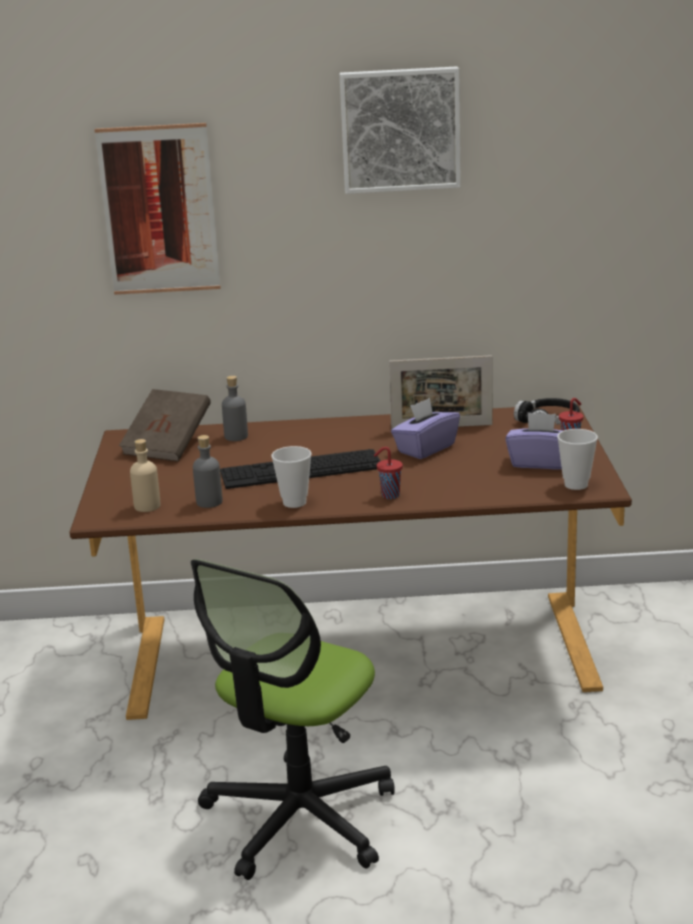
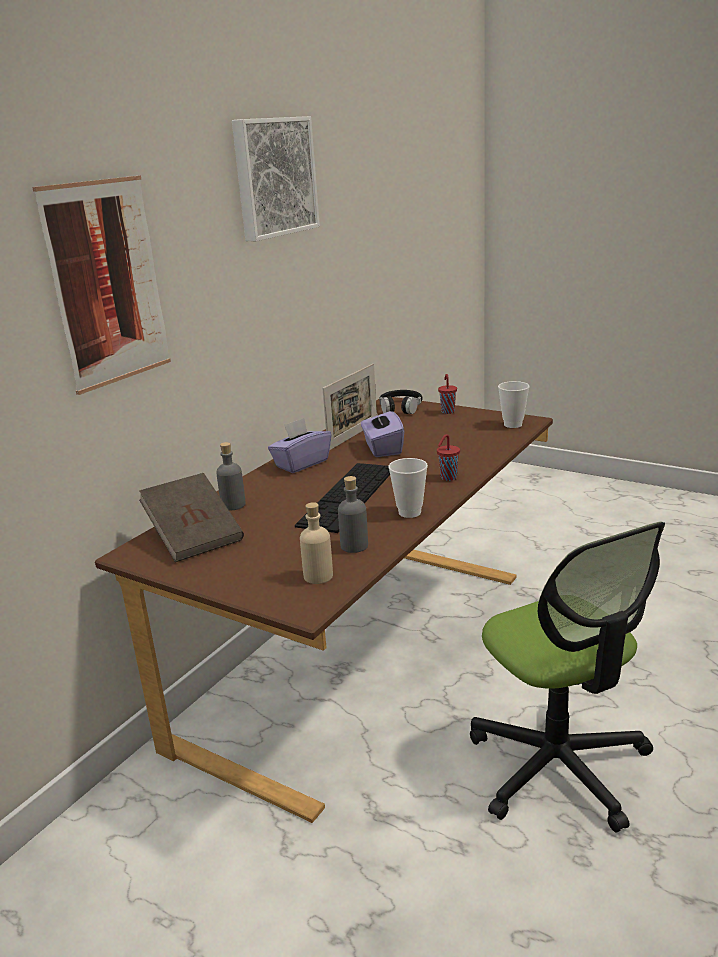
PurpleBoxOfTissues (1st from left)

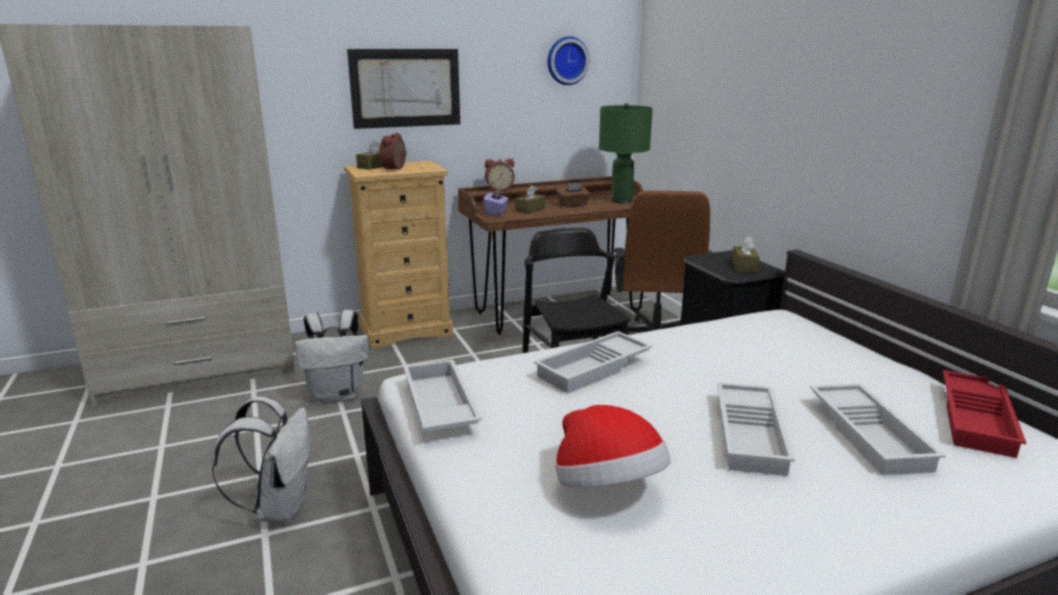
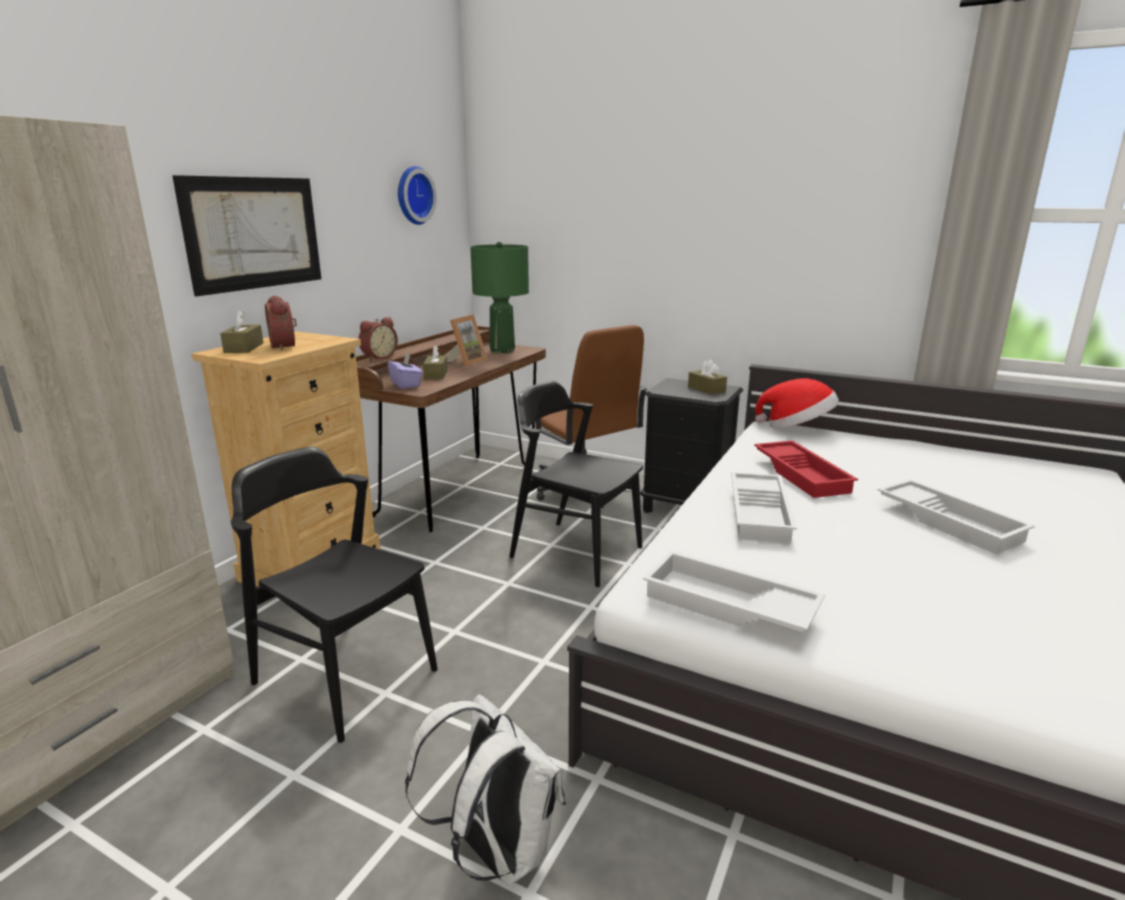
WhiteColouredTray (4th from left in the first image)
WearableHat
ReddishTray
BlackishChair (1st from left)
PhotoFrame

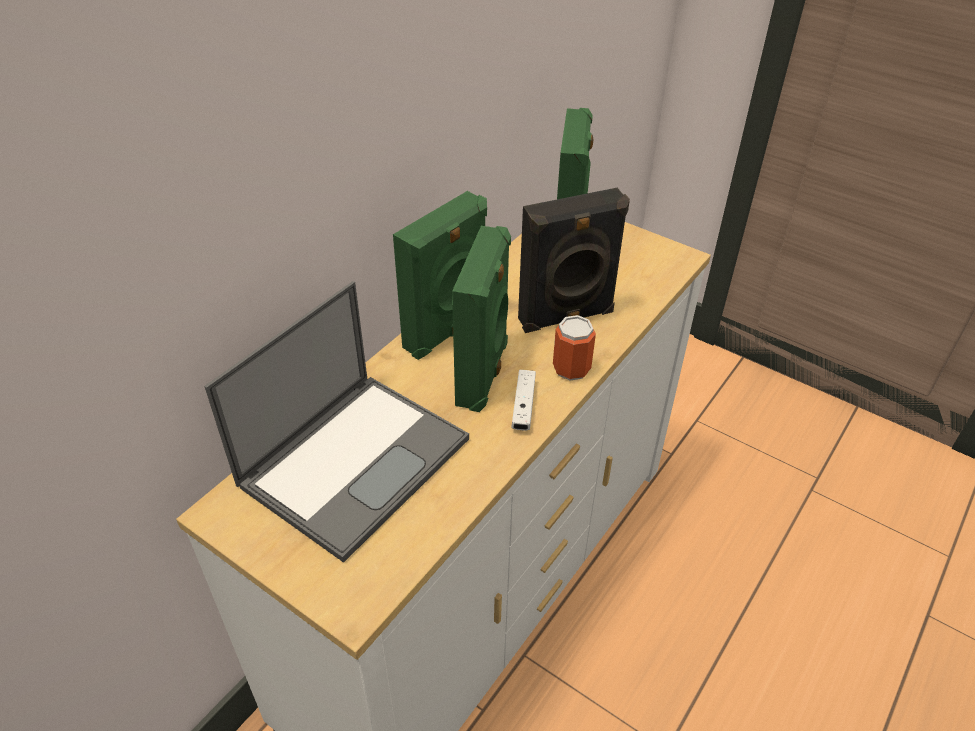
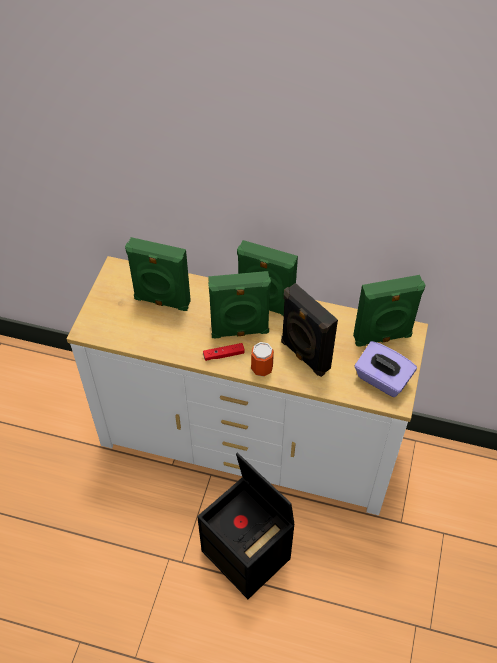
BlackishStorageBin
PurpleBoxOfTissues
GreenishLoudspeaker (1st from left)
ReddishGamepad

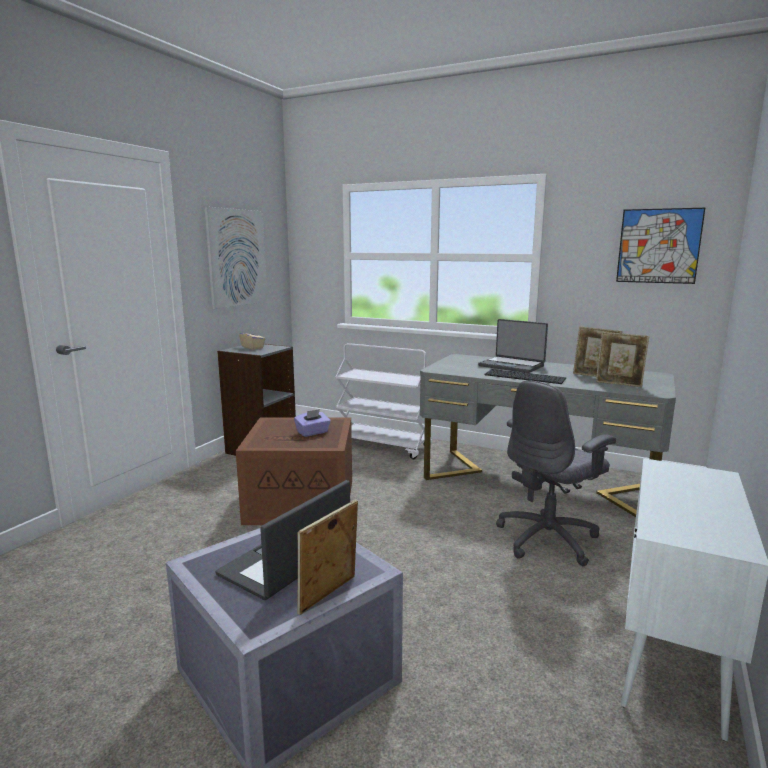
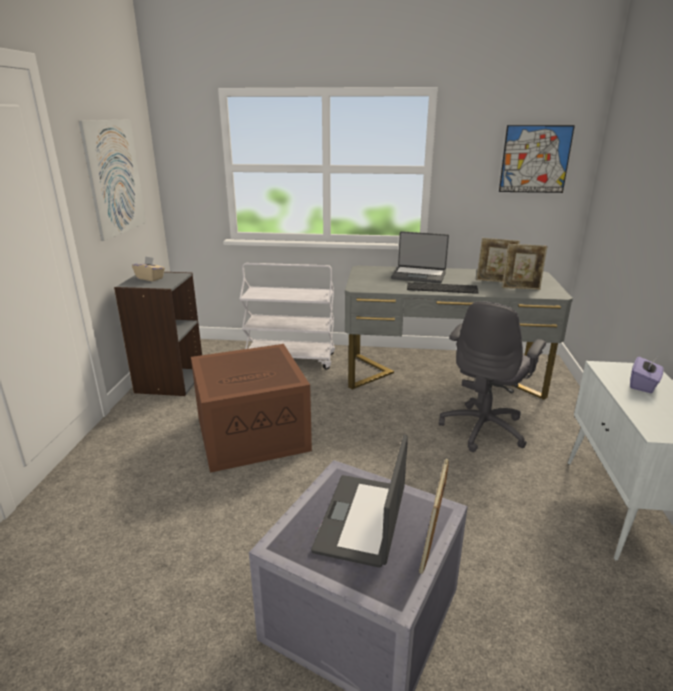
PurpleBoxOfTissues

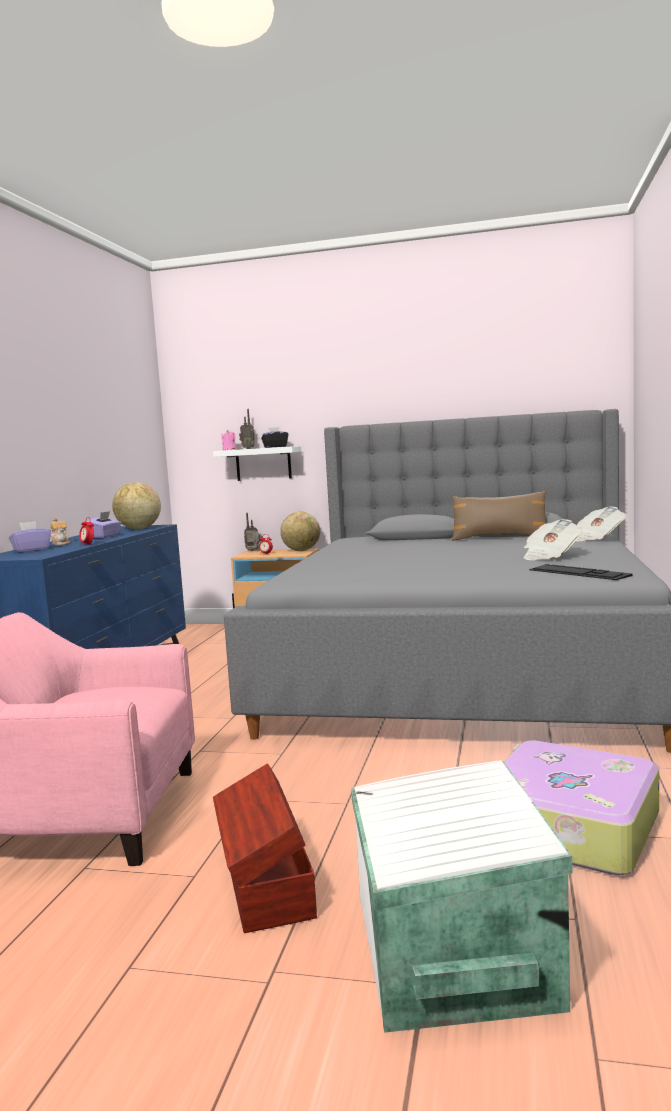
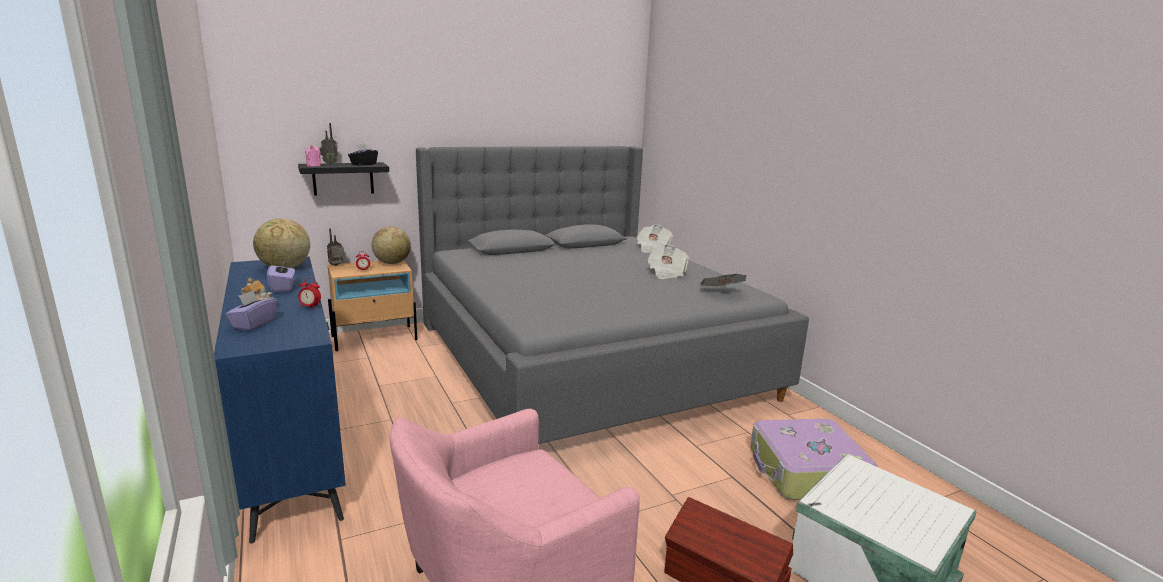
BrownCushion
DailyPaper (3rd from left)
BlackishWallShelf

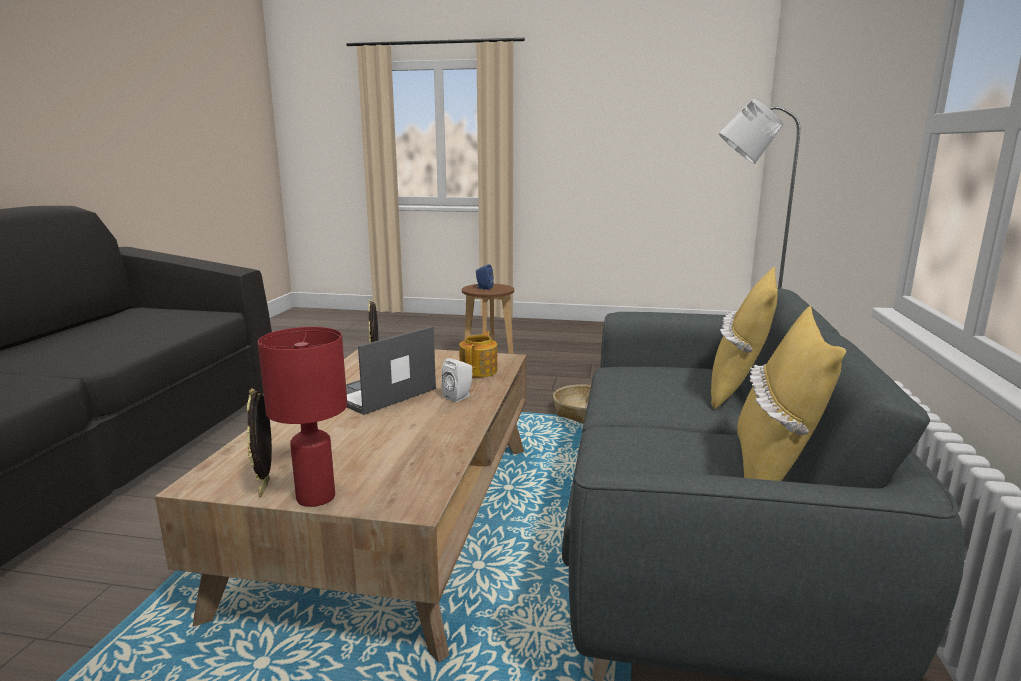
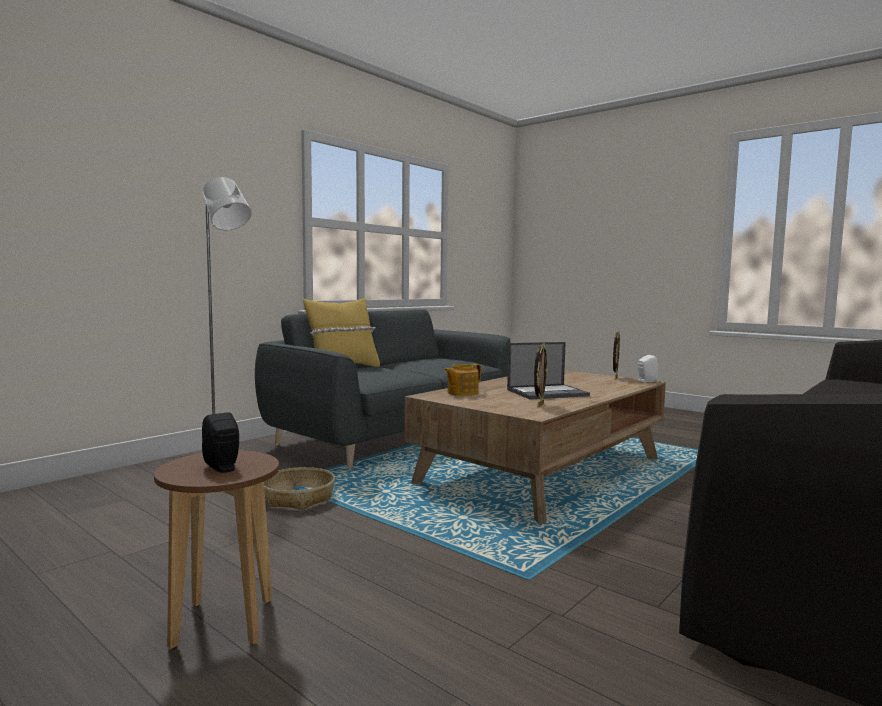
ReddishTabletopLamp
YellowishCushion (2nd from left in the first image)
WhiteColouredLoudspeaker
BlackishLoudspeaker

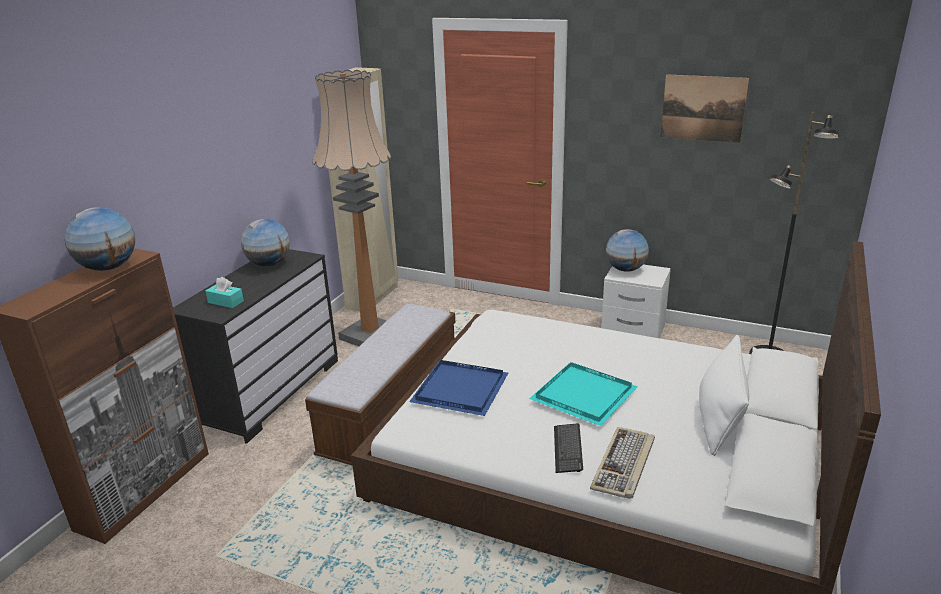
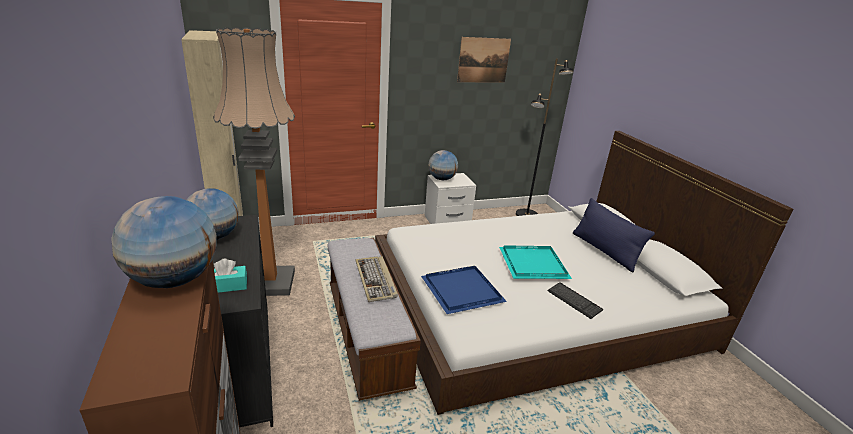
PcKeyboard (1st from left)
BlueColouredCushion

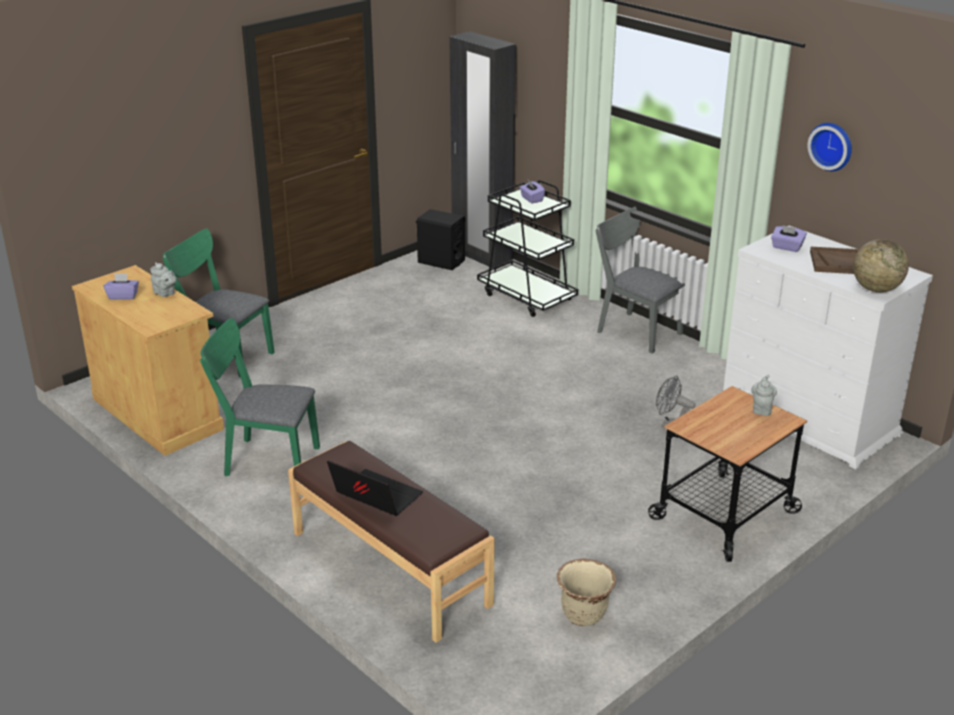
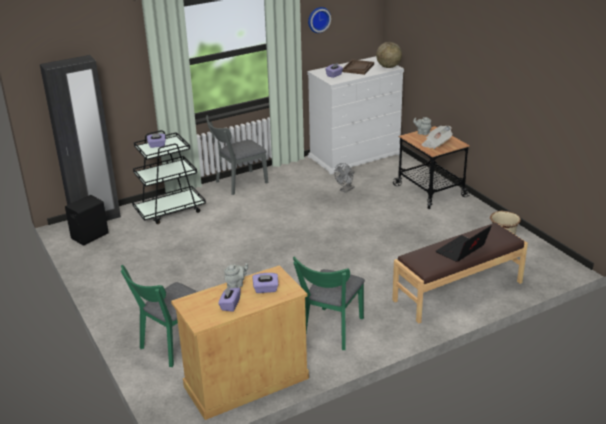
PurpleBoxOfTissues (3rd from left)
DailyPaper

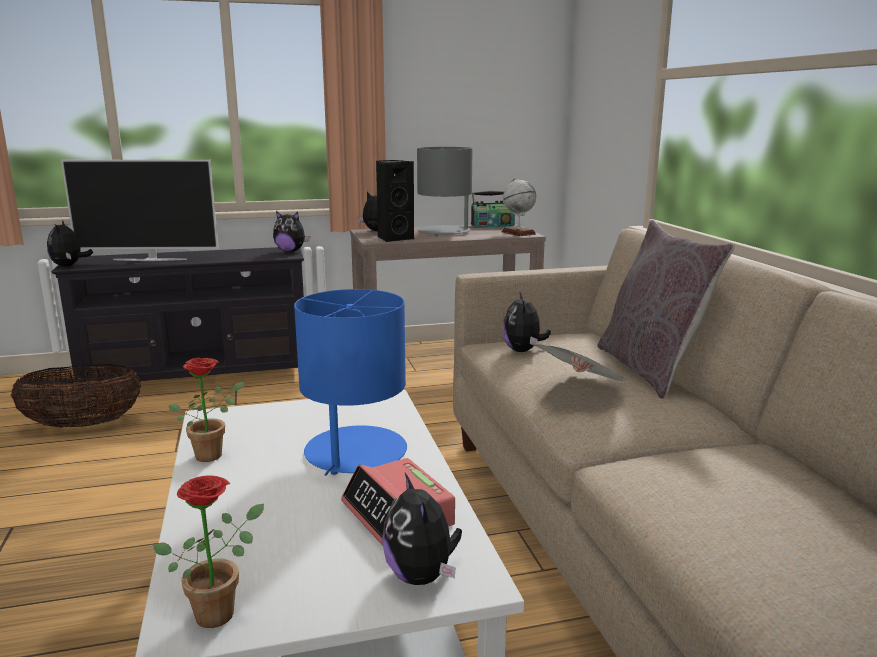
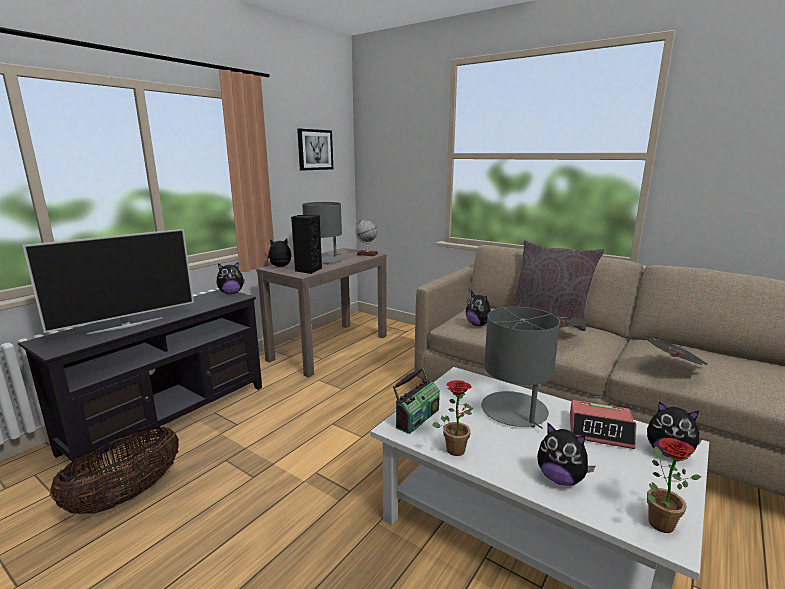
WallArt
DailyPaper (2nd from left)
PlushToy (4th from left)
RadioReceiver
GrayTabletopLamp (2nd from left)

